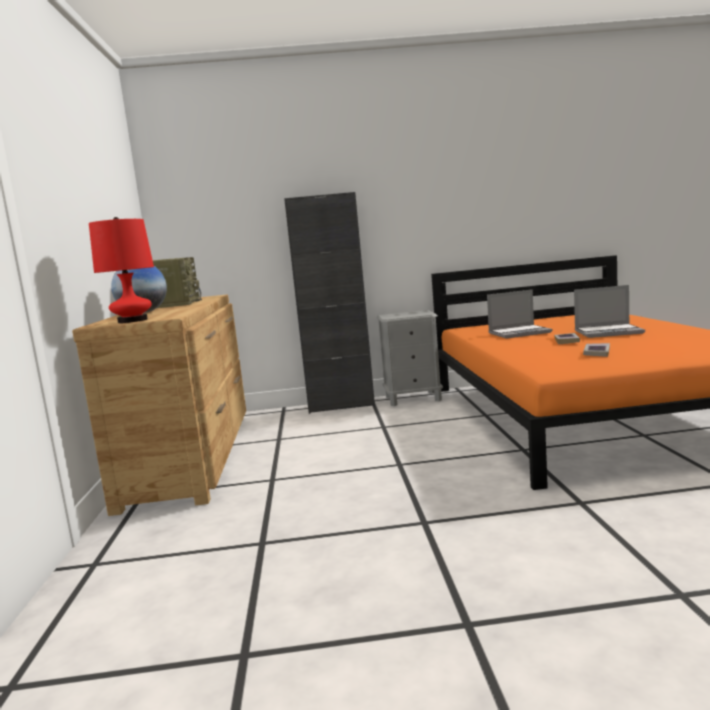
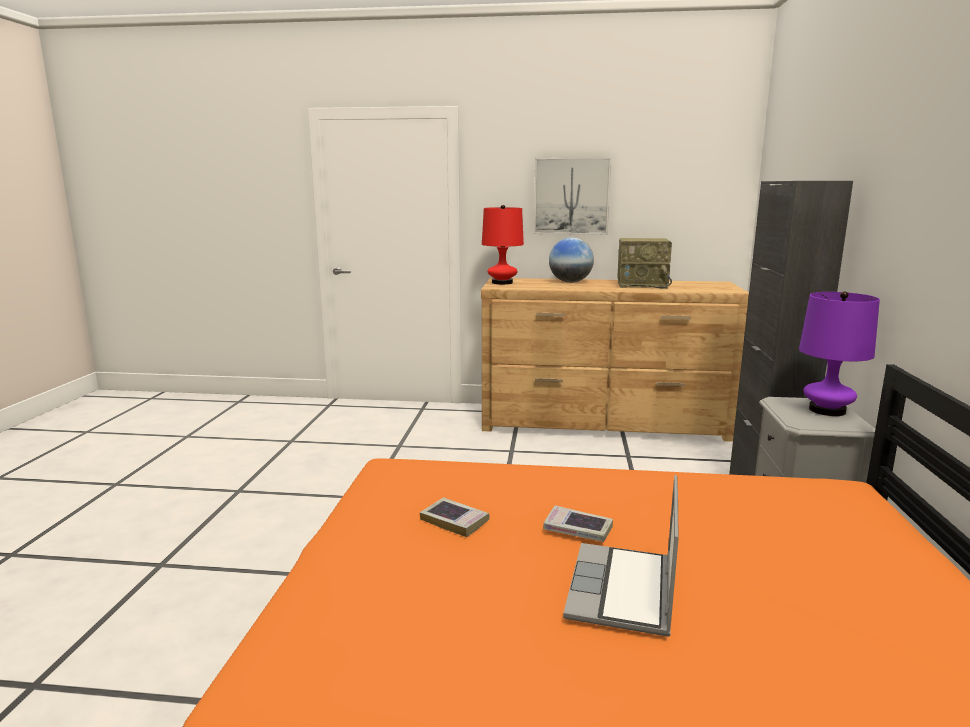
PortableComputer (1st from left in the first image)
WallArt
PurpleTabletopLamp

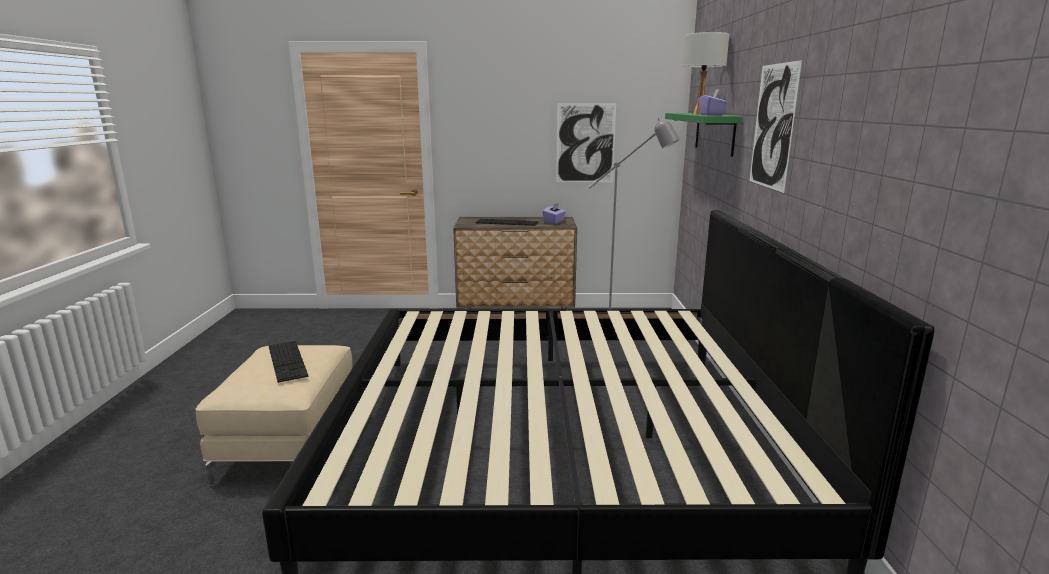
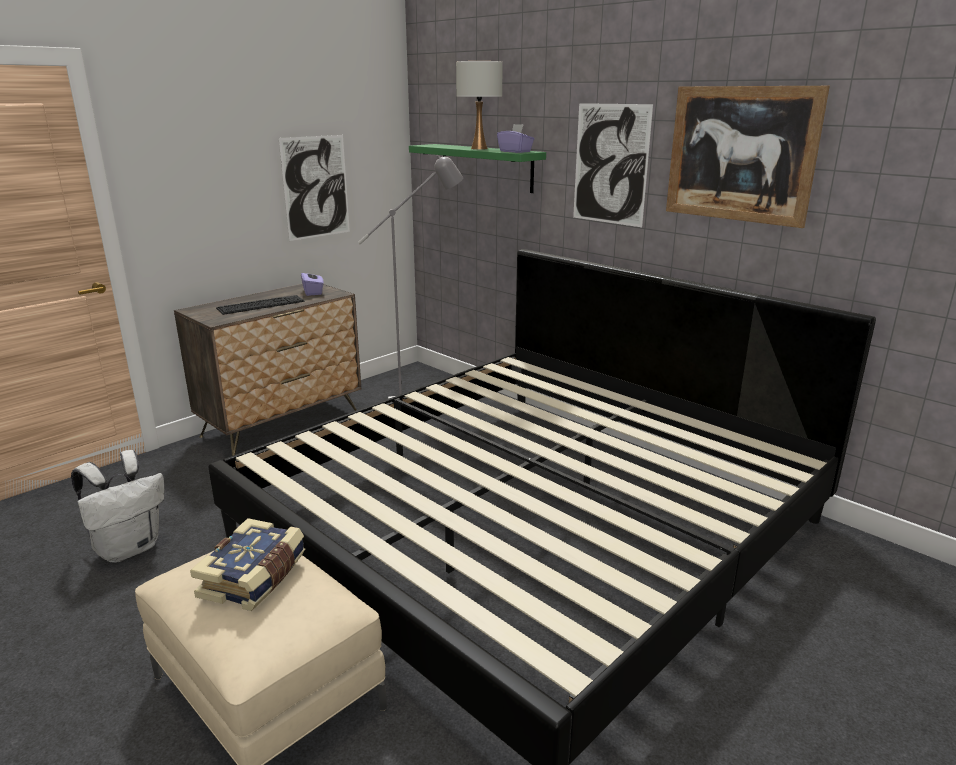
WhiteColouredBackpack
WallArt (3rd from left)
Volume

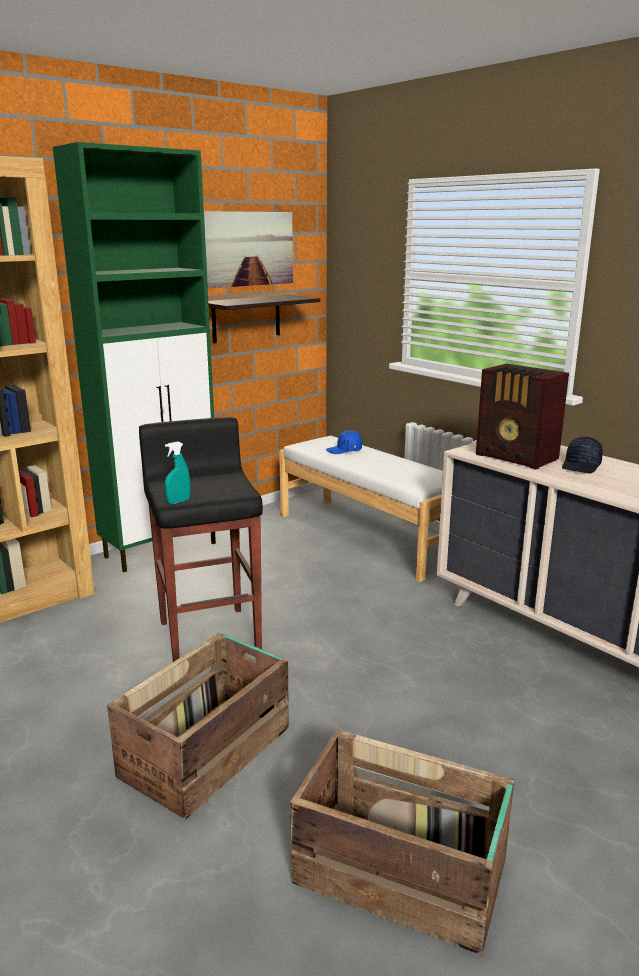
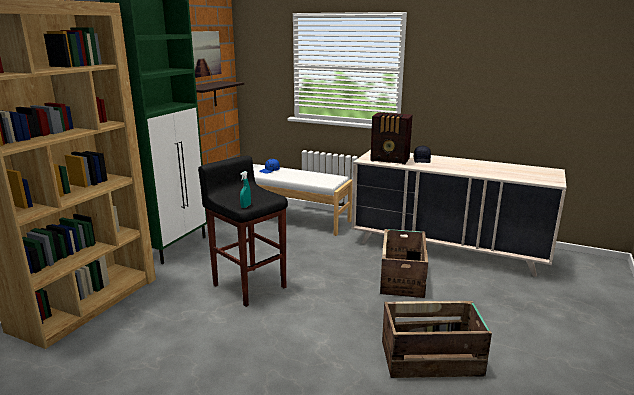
ShippingCrate (1st from left)

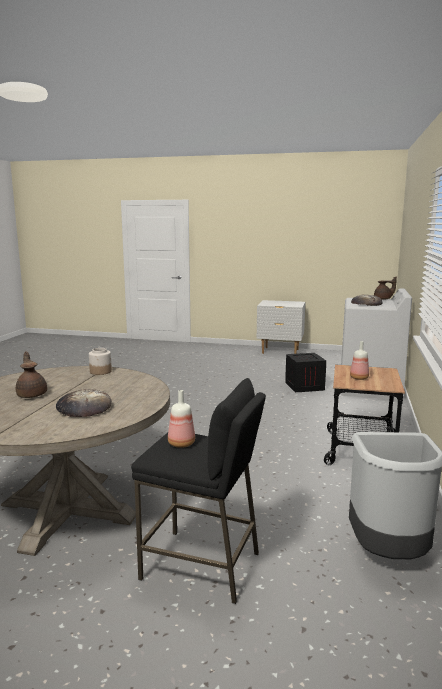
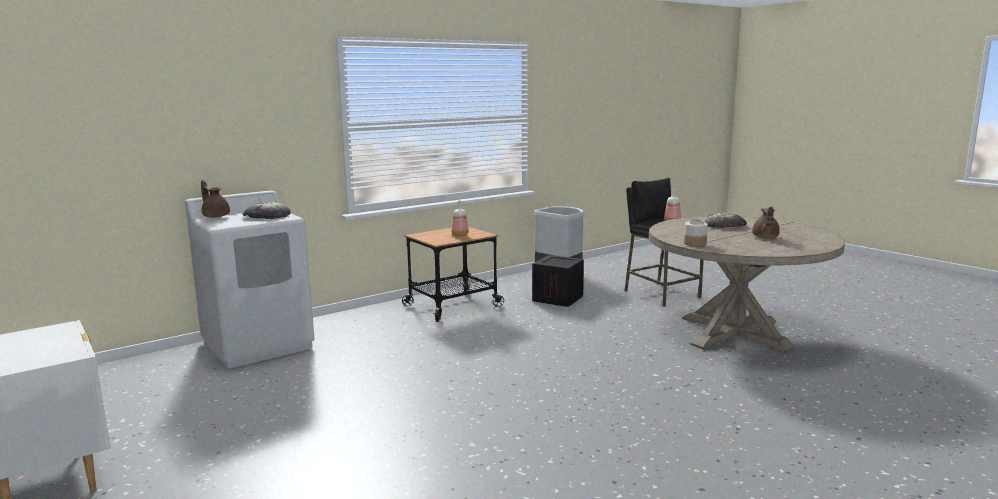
ShippingCrate

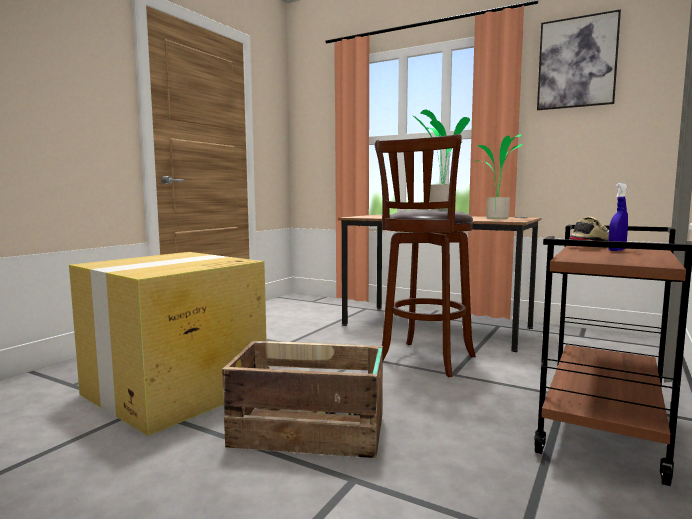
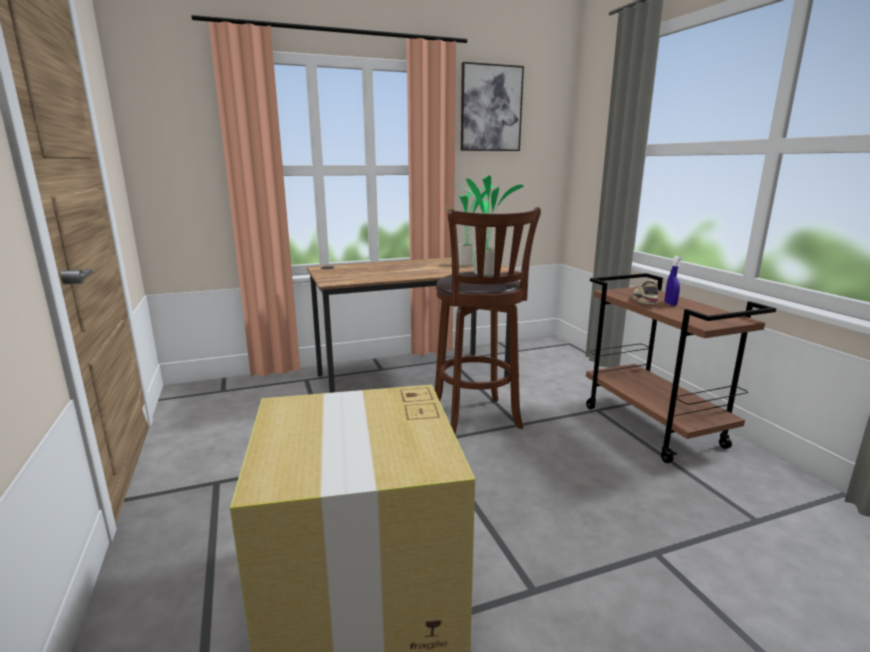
ShippingCrate

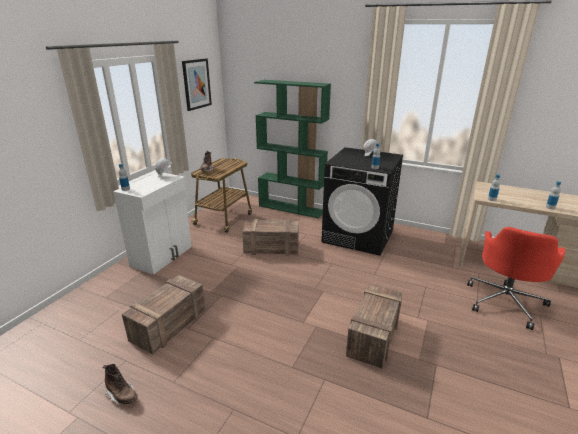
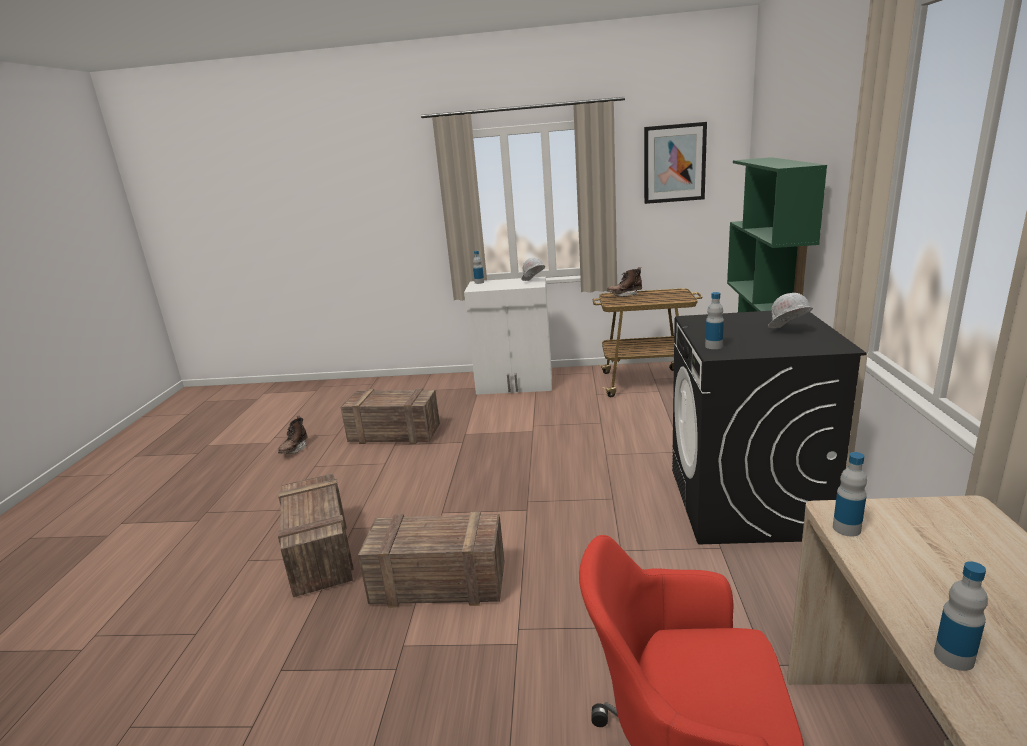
ShippingCrate (1st from left)

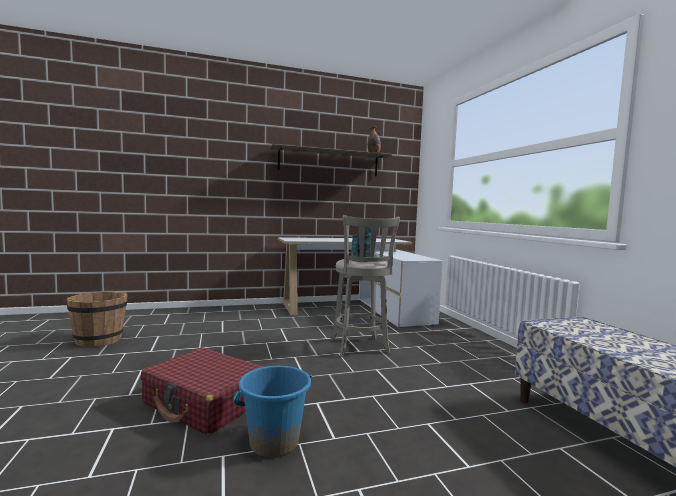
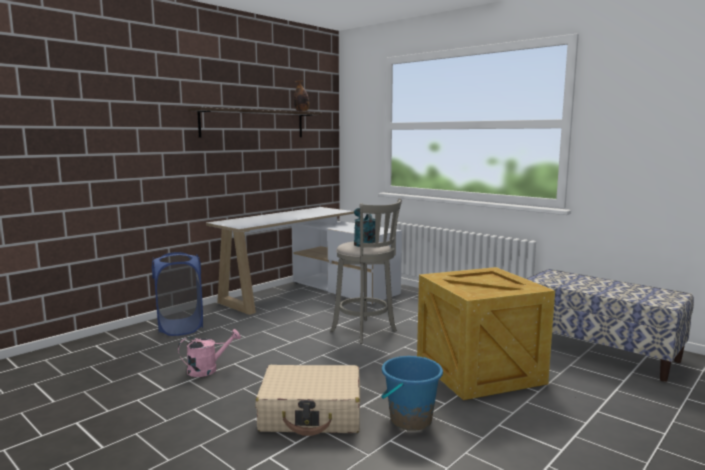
BrownBucket
BlueColouredWashingBasket
PinkWateringPot
ShippingCrate
BeigeColouredSuitcase

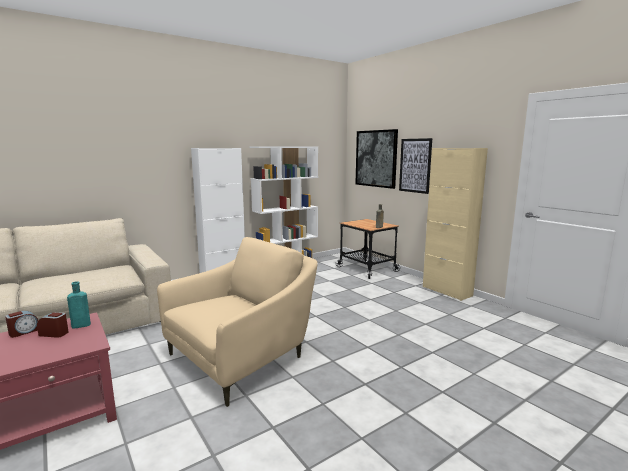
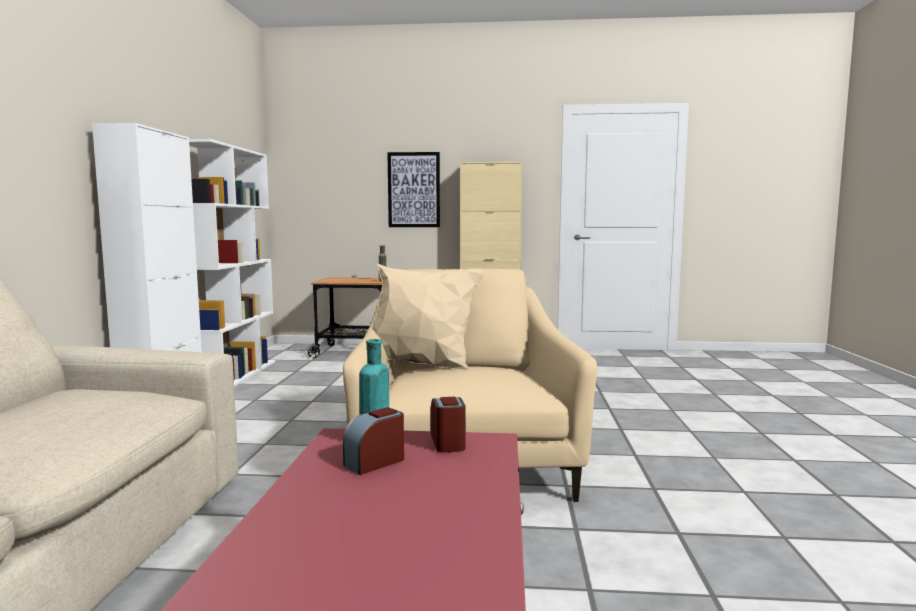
WallArt (1st from left in the first image)
BeigeColouredCushion
AlarmClock (2nd from left)

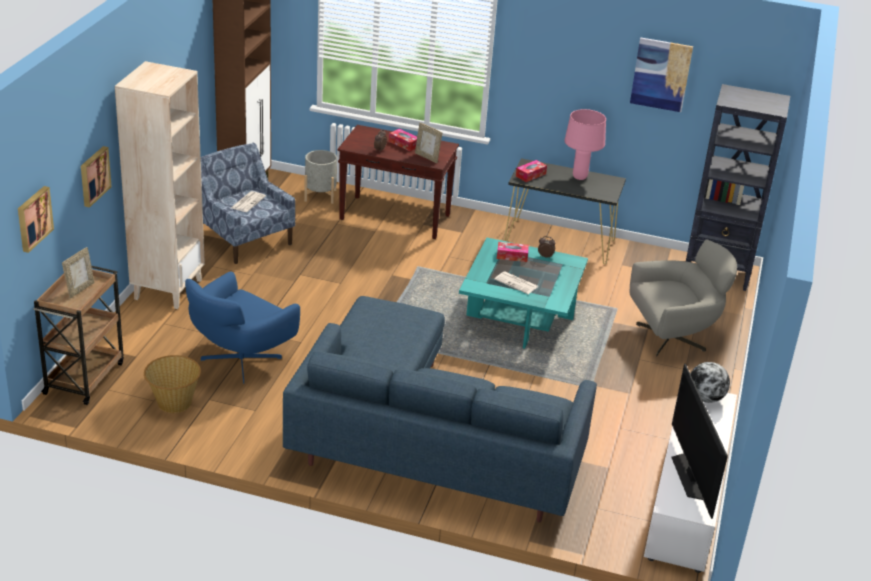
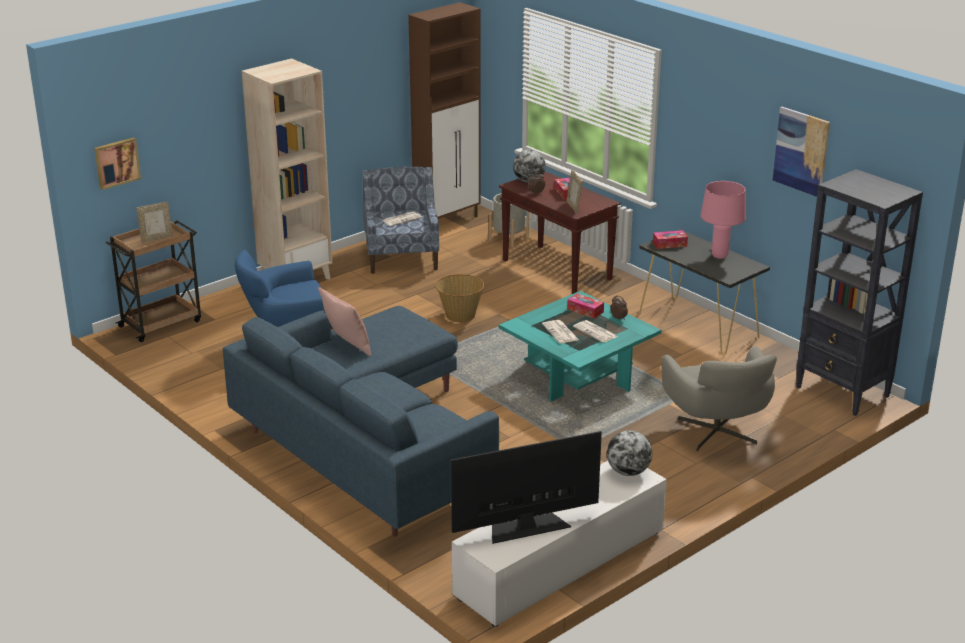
WallArt (2nd from left in the first image)
PinkCushion
Globe (1st from left)
DailyPaper (3rd from left)
StorageBasket
GrayEasyChair
TvSet

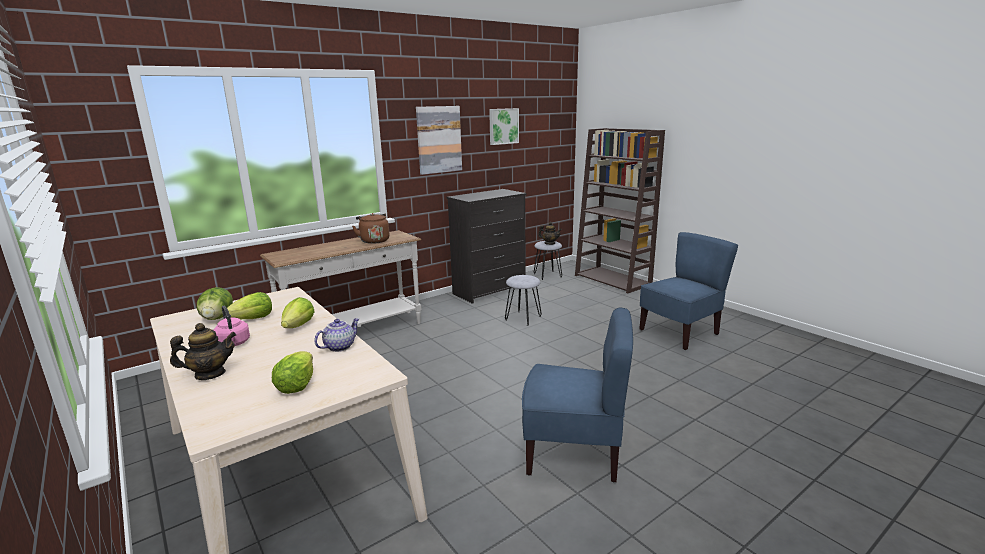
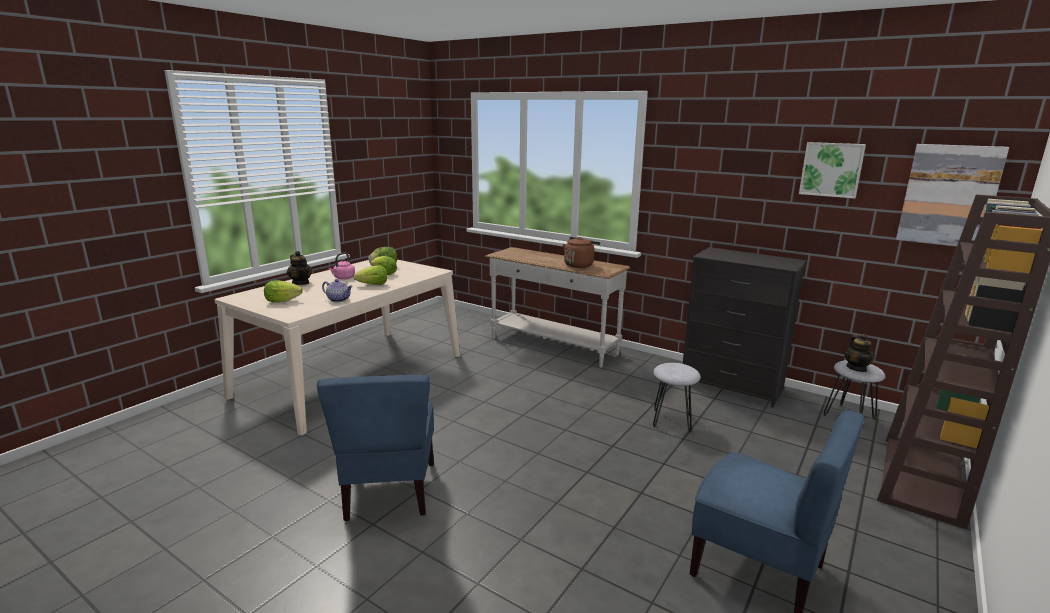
WallArt (2nd from left)

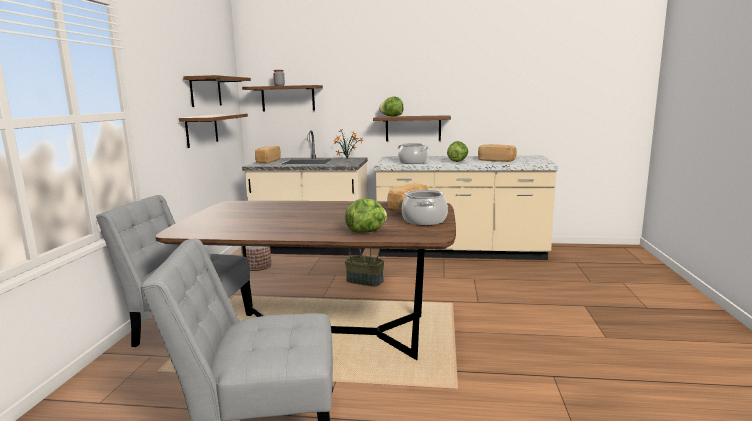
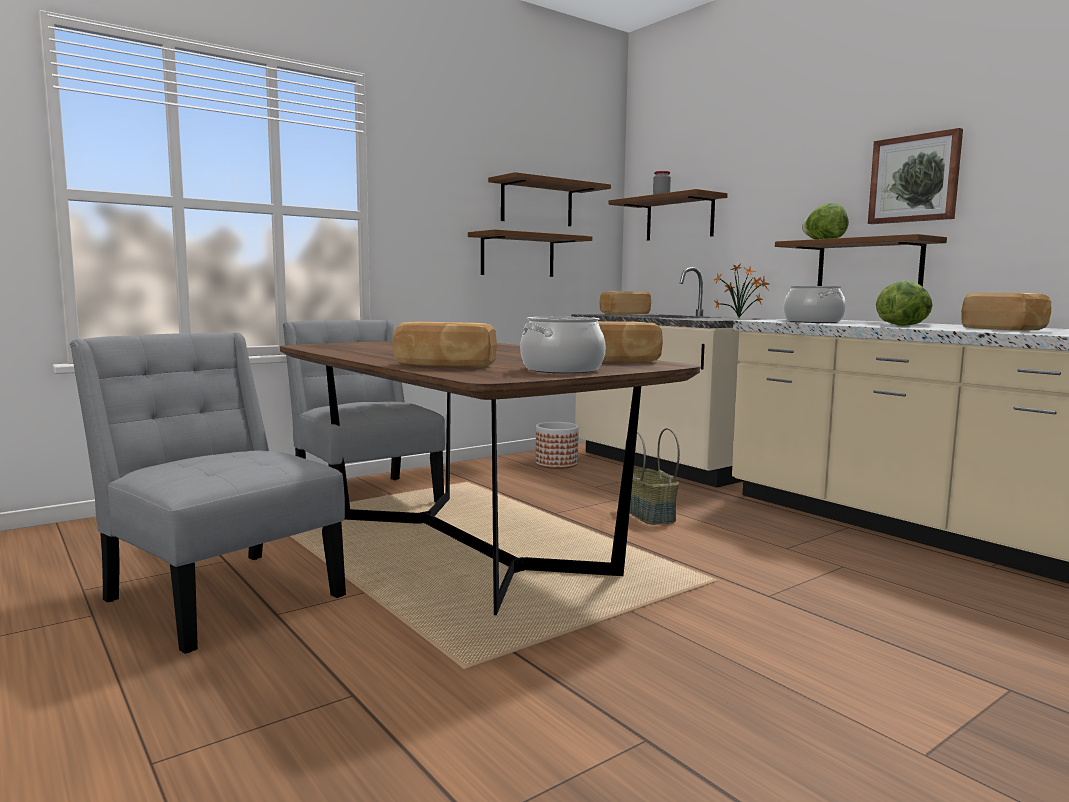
WallArt
BakeryBread (1st from left)

